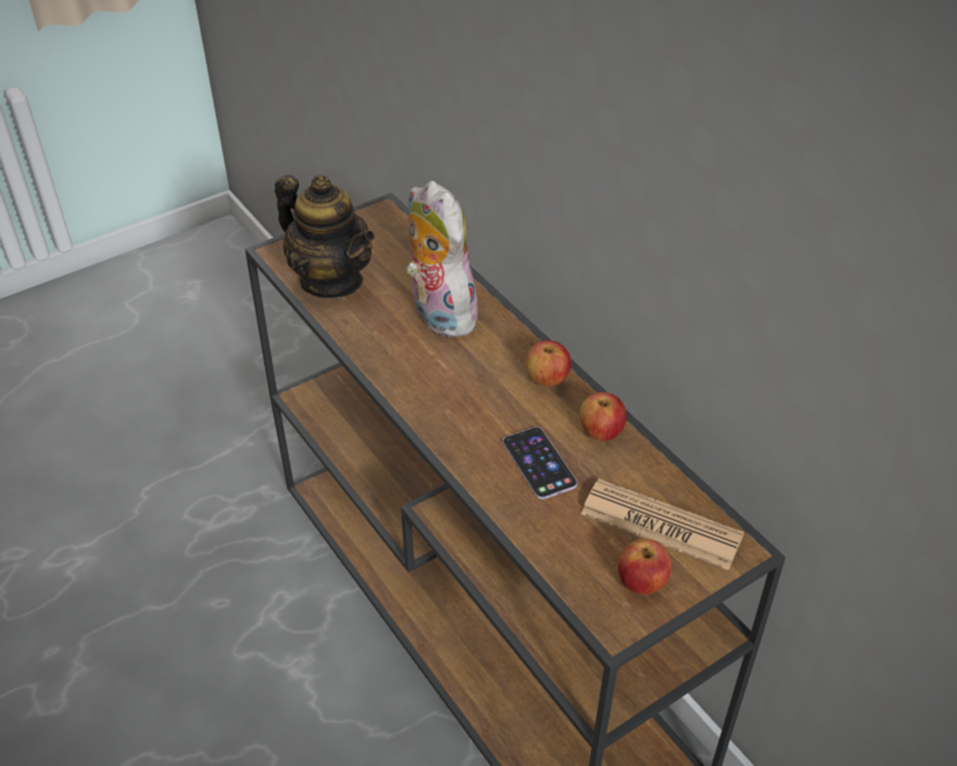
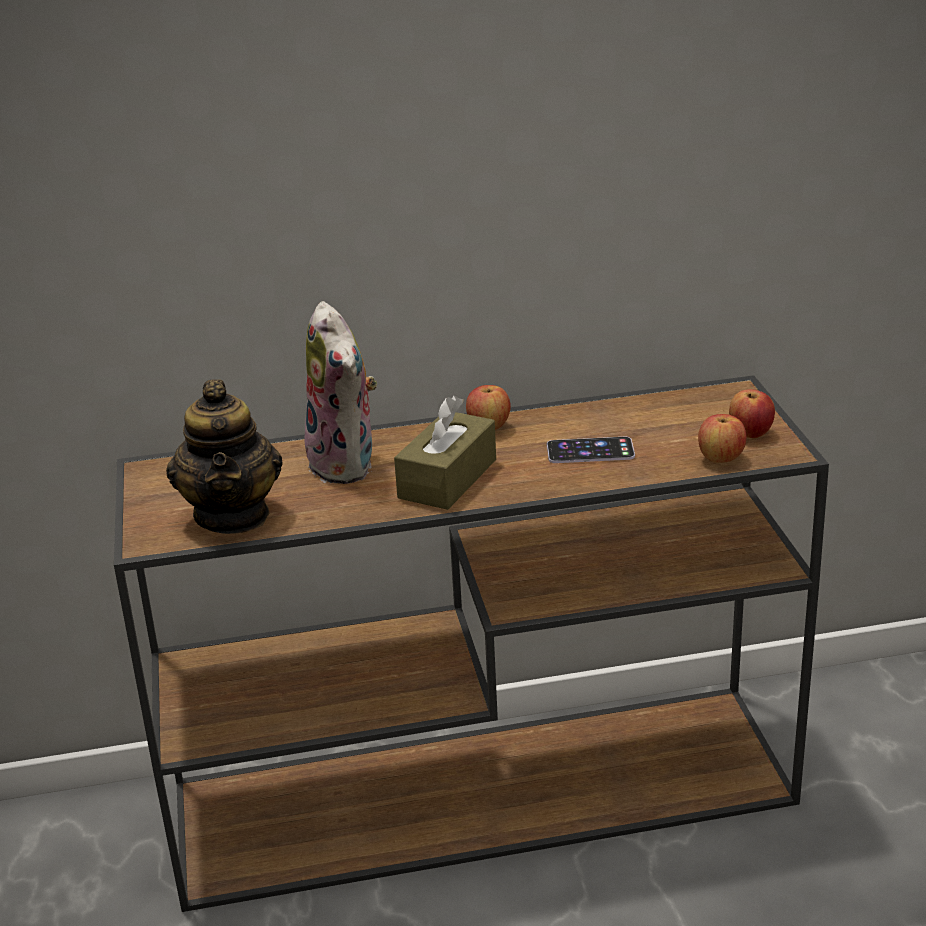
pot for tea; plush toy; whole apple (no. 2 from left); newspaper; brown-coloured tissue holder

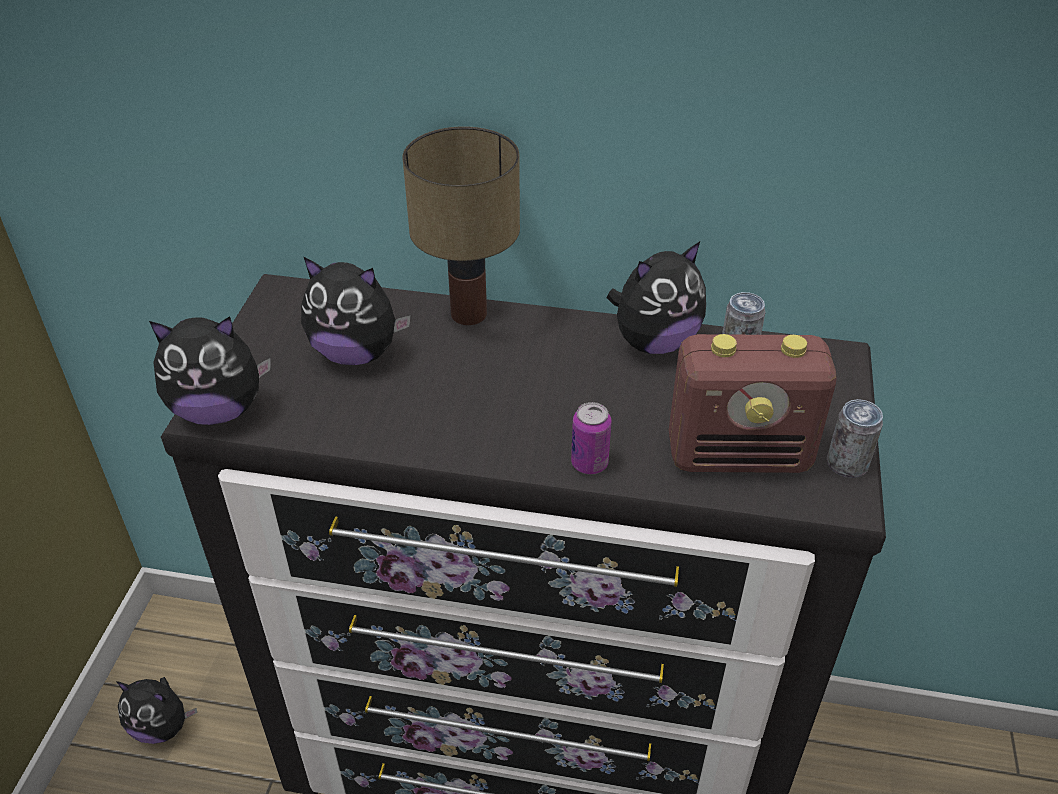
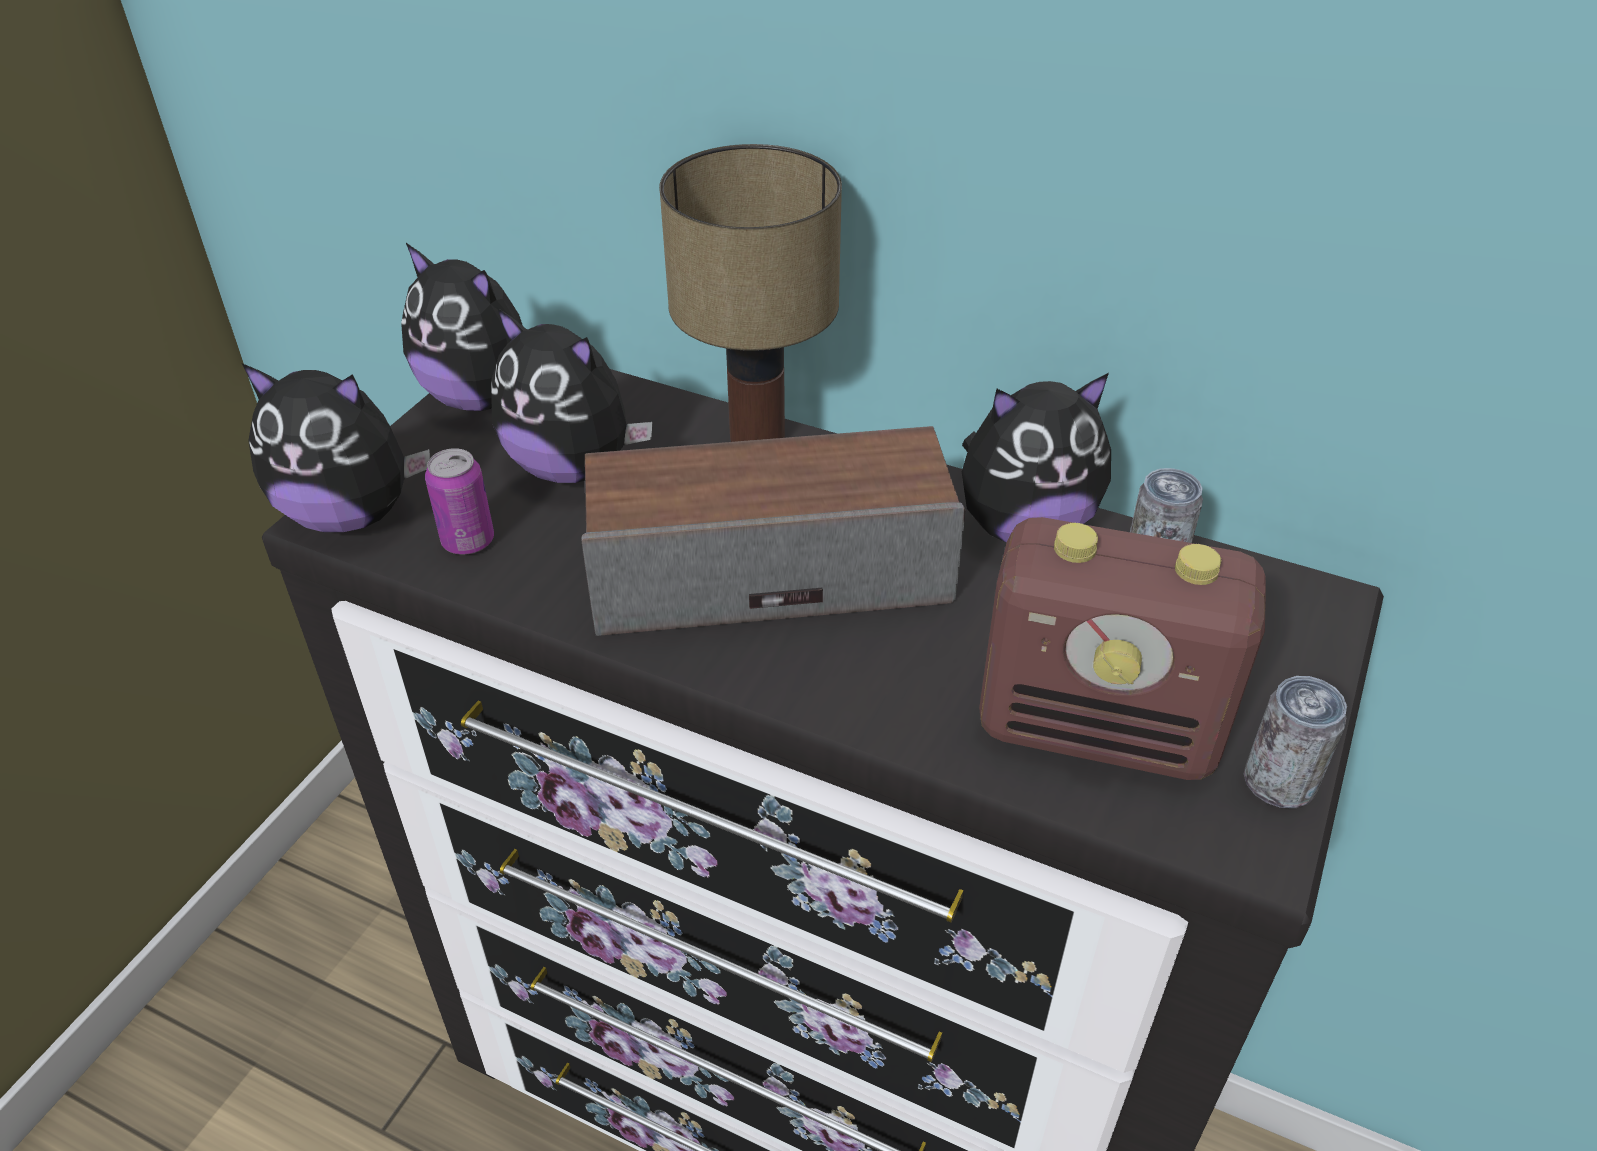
sealed can (no. 1 from left); plush toy (no. 2 from left); loudspeaker

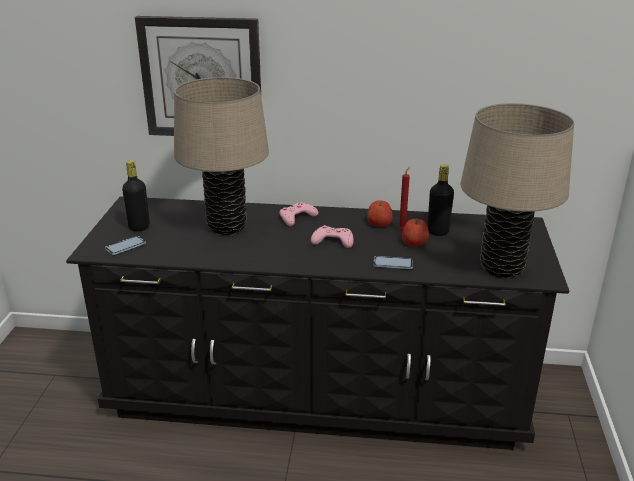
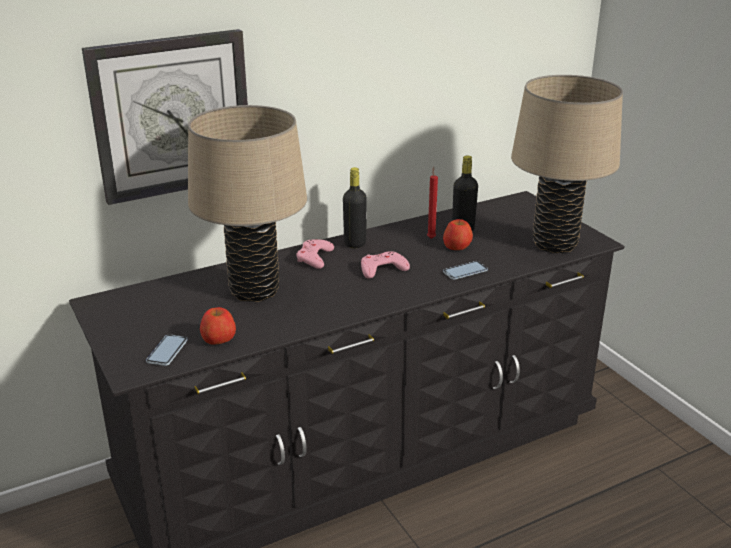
blackish drink bottle (no. 1 from left); whole apple (no. 1 from left)

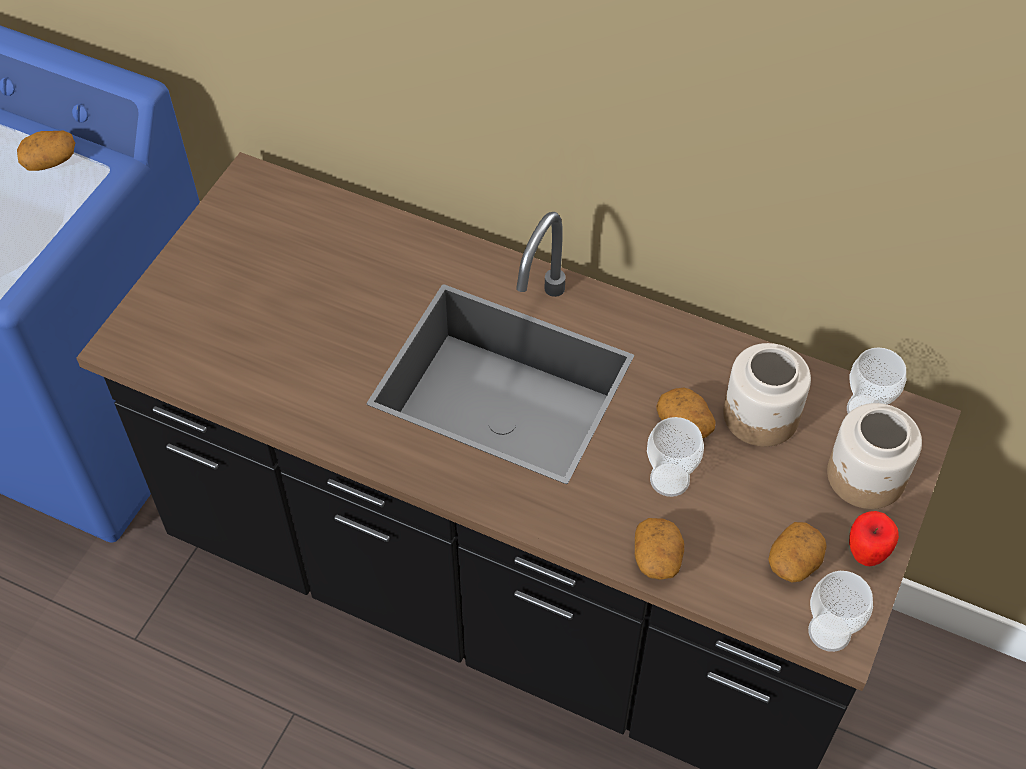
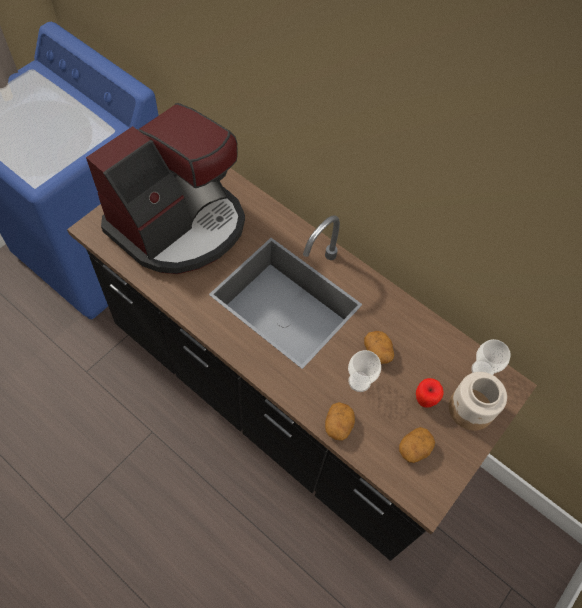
spud (no. 1 from left in the first image); jar (no. 1 from left in the first image); whole apple; drinking cup (no. 2 from left in the first image); coffee machine

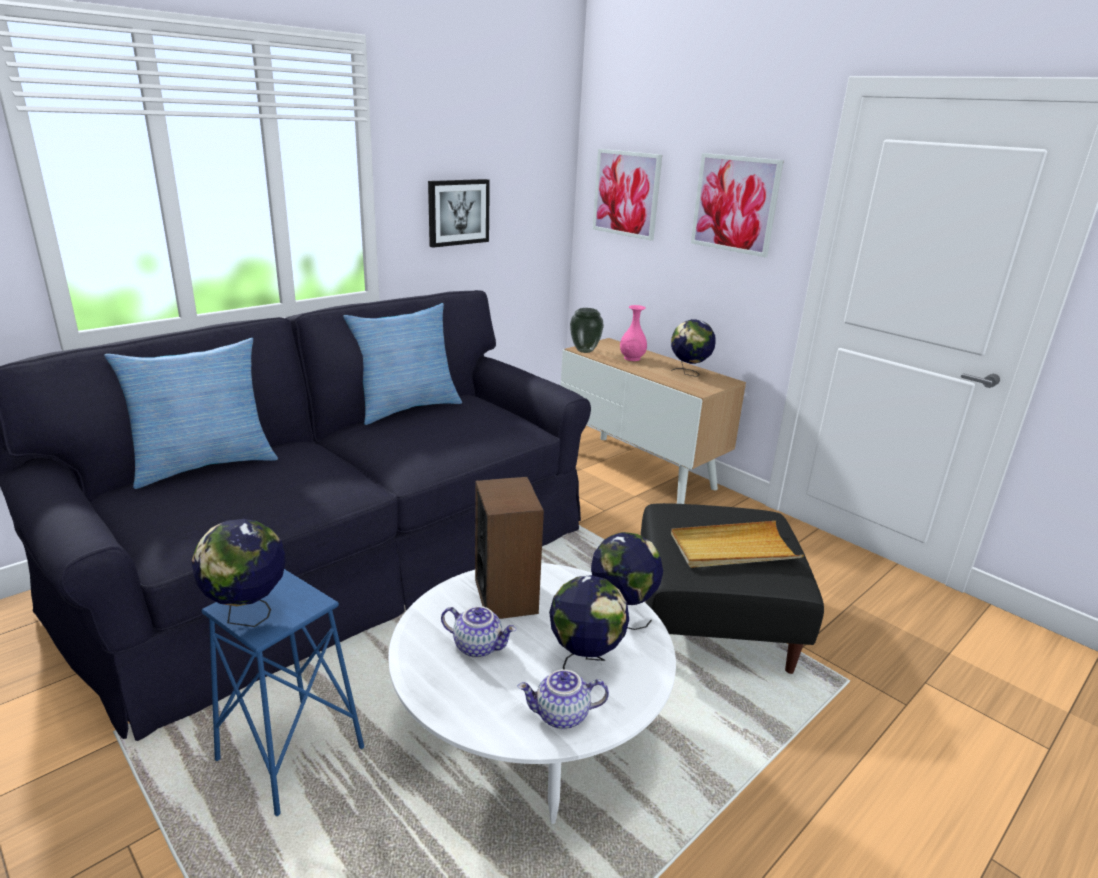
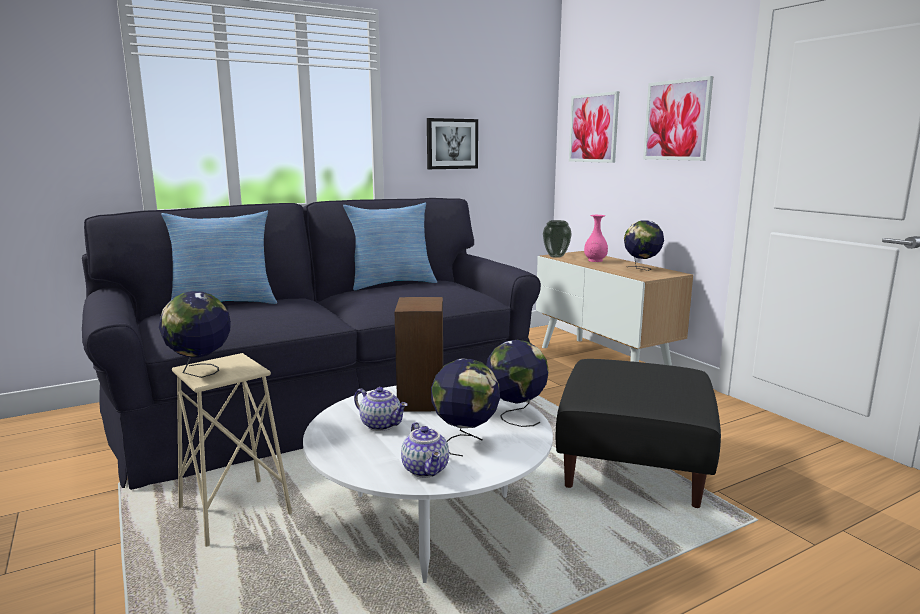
beige tray; beige stool seat; pot for tea (no. 2 from left)

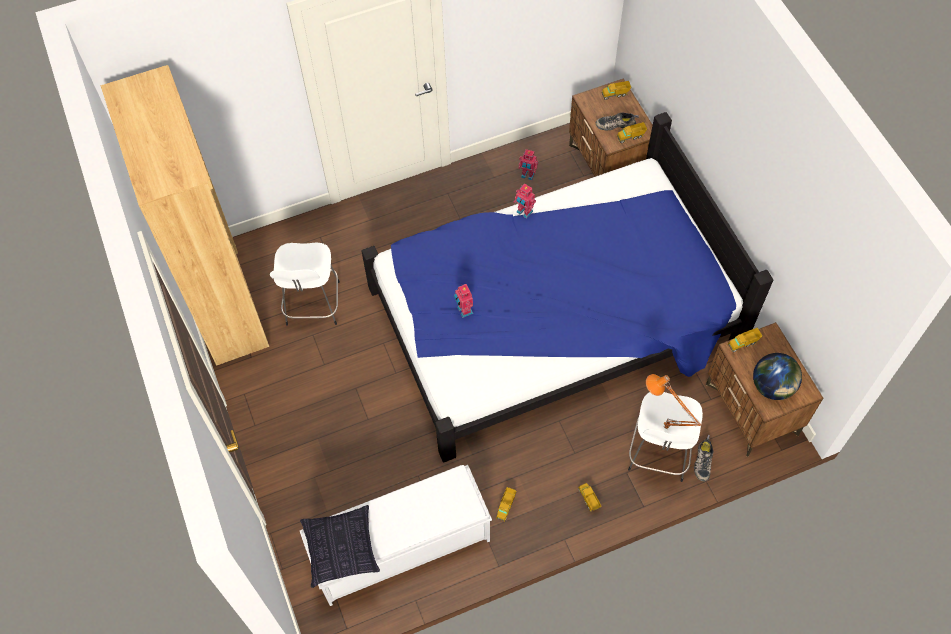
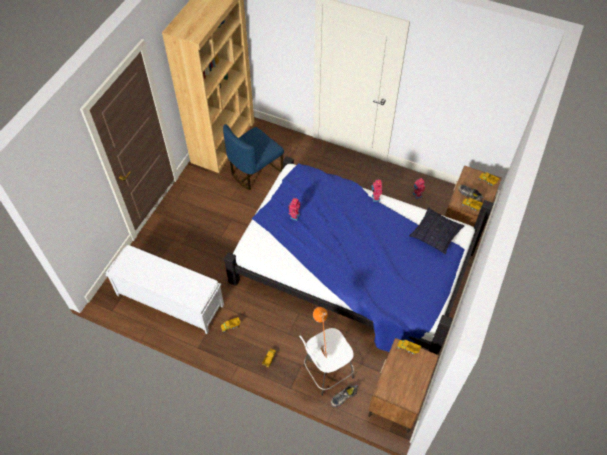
blue-coloured plain chair; desk globe; throw pillow

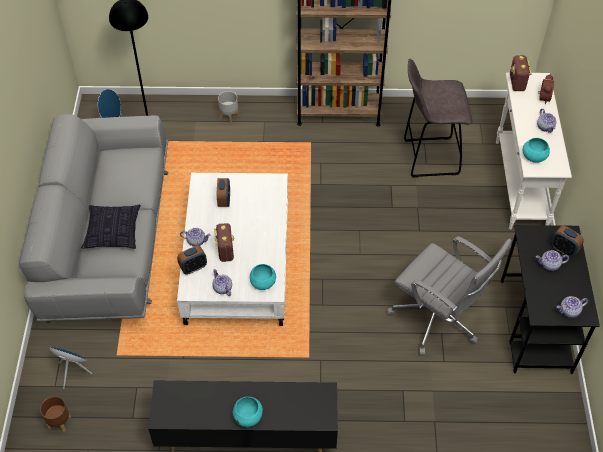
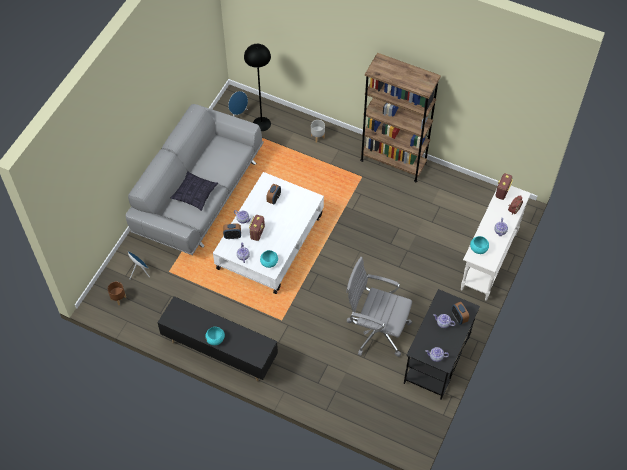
grey stool seat; grey office chair

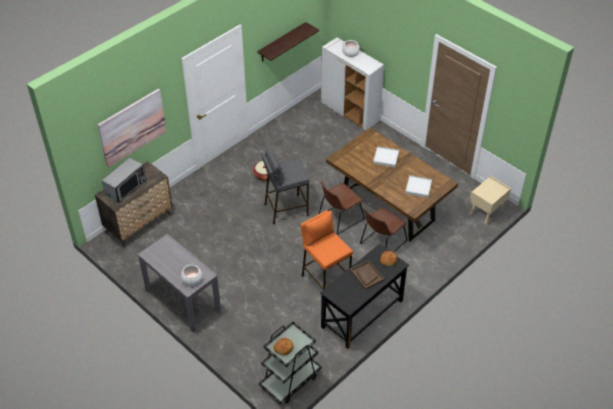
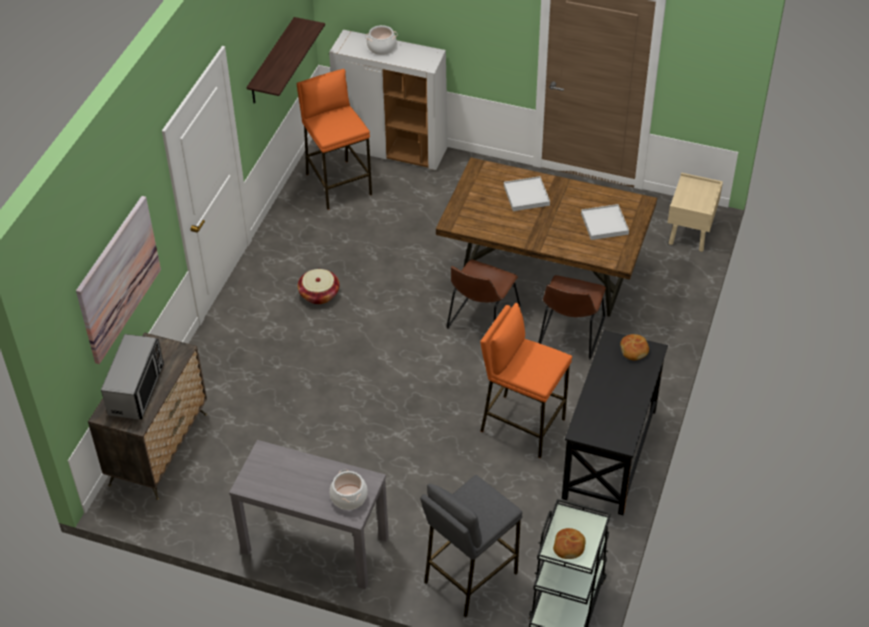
grey stool seat; brown-coloured tray; orange-coloured stool seat (no. 1 from left)

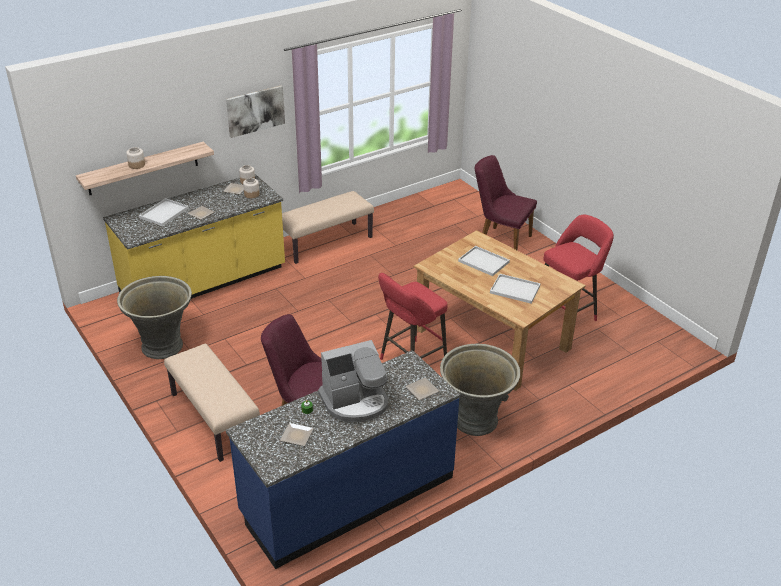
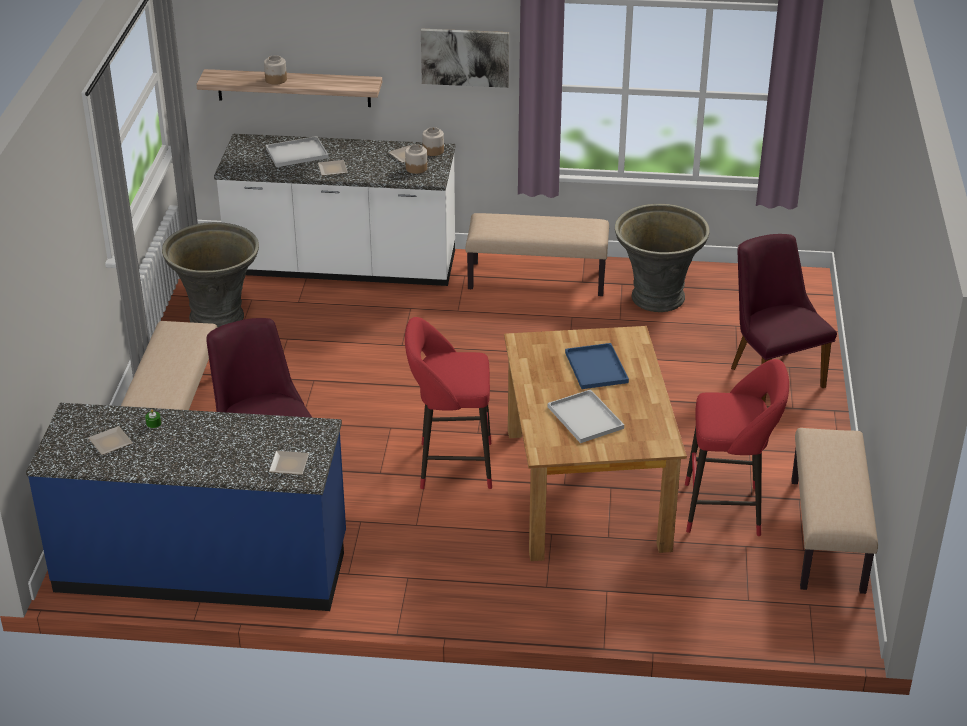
white-coloured counter; blue-coloured tray; coffee machine; grey flower pot (no. 2 from left); beige bench (no. 3 from left)

